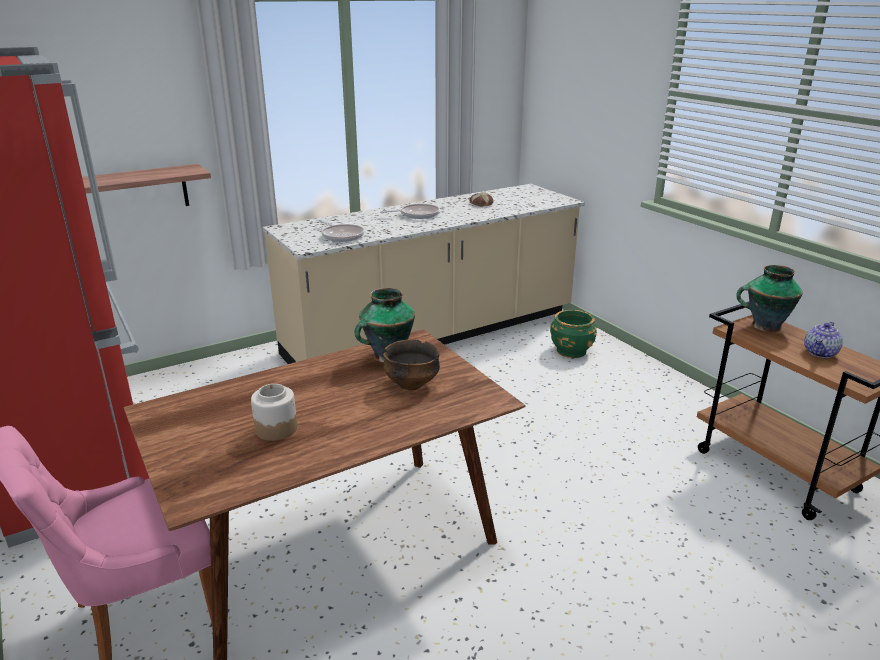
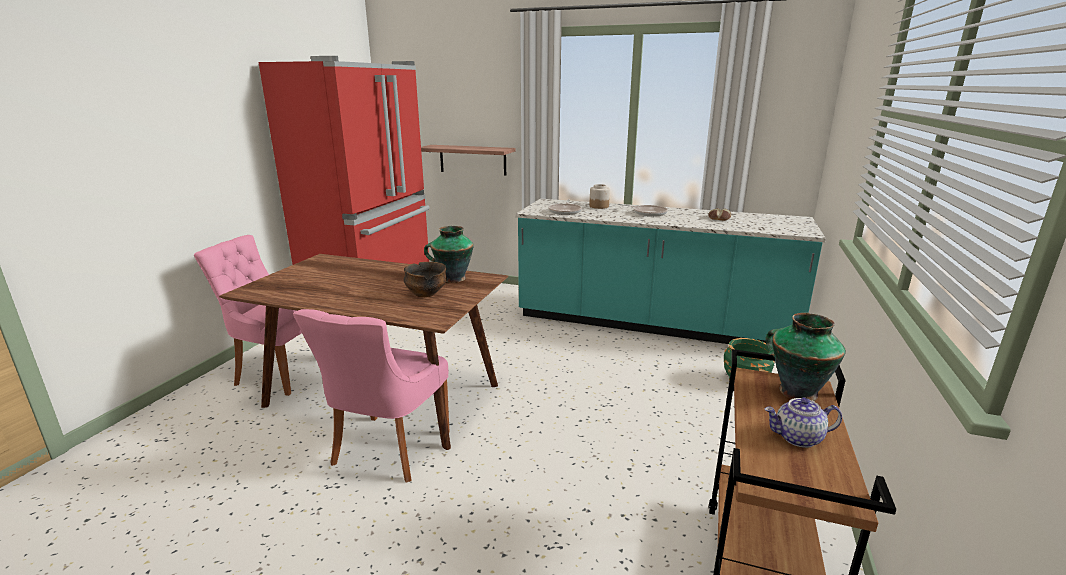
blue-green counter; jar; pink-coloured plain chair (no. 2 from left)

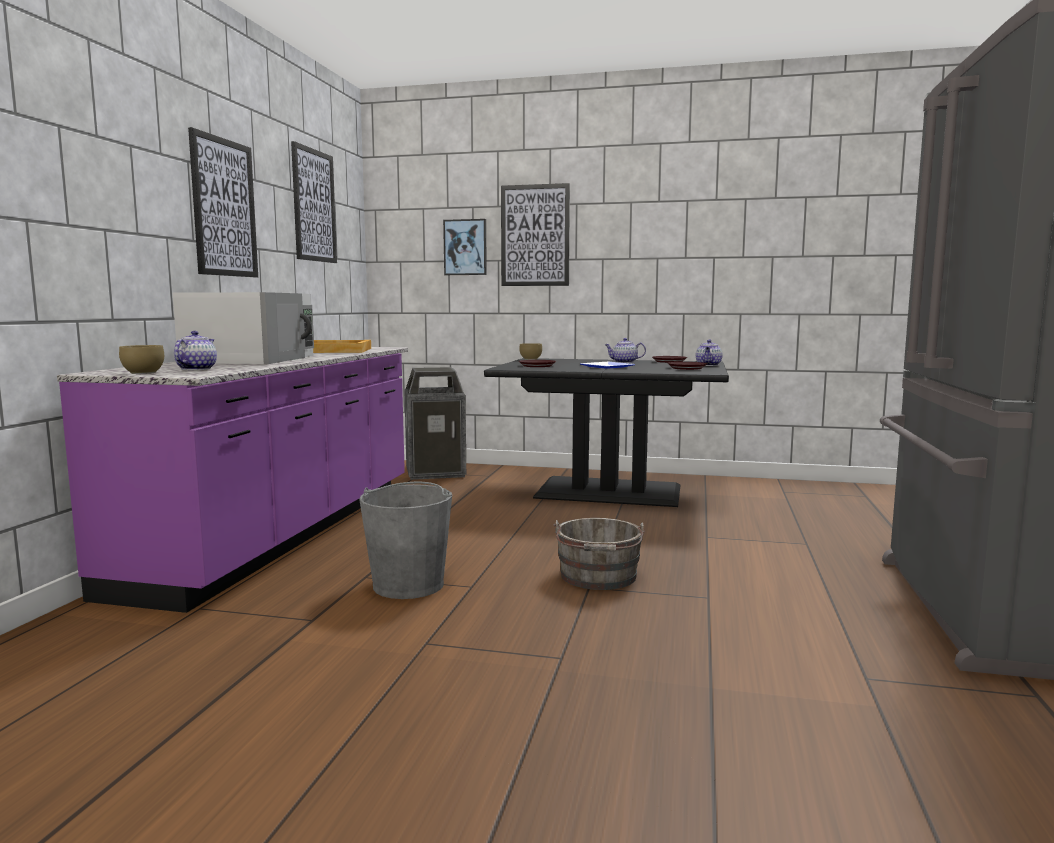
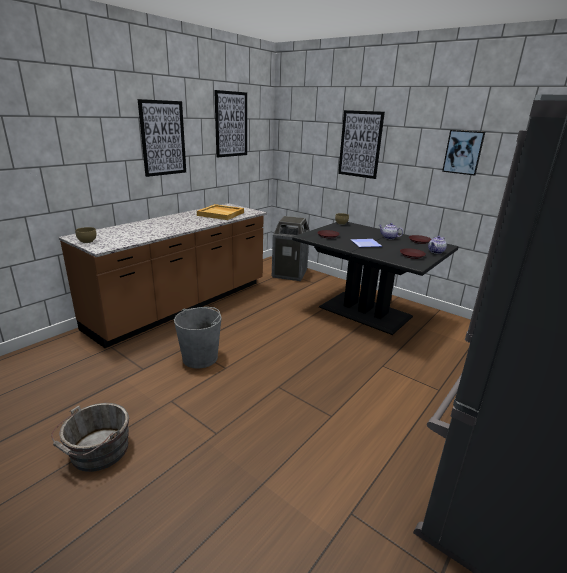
picture (no. 4 from left); white-coloured microwave oven; pot for tea (no. 1 from left in the first image); brown-coloured counter; grey bucket (no. 1 from left)

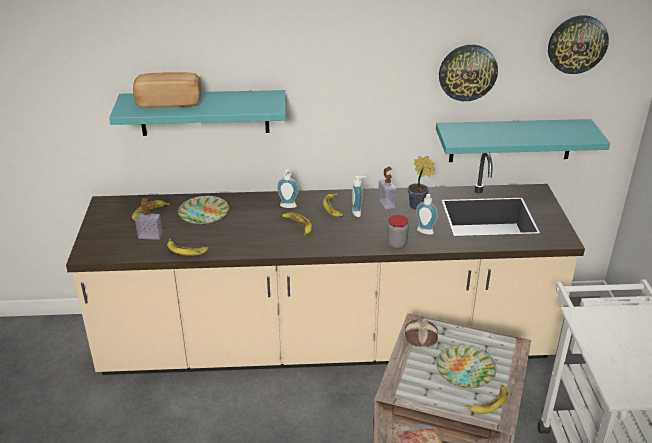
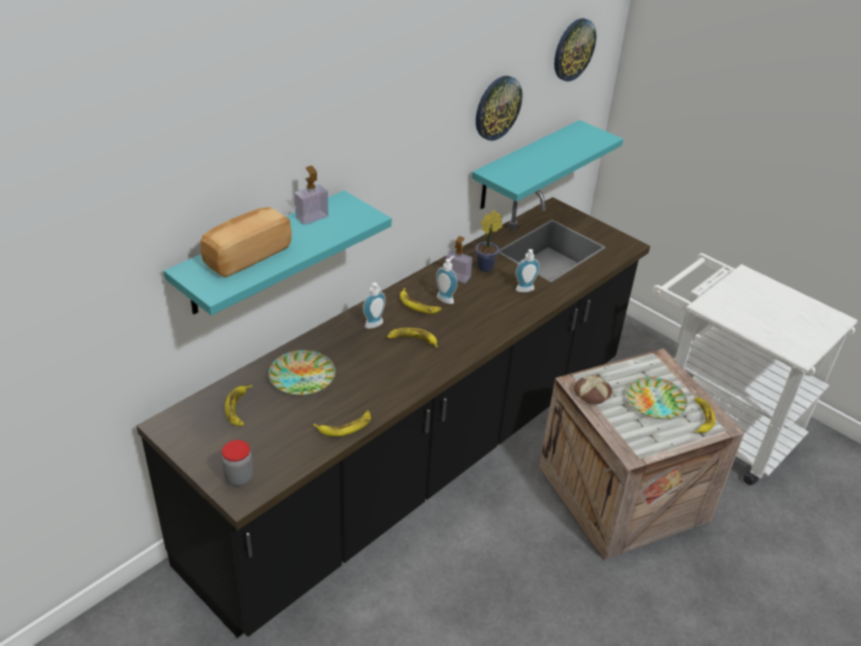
blackish counter; soap dispenser (no. 1 from left); jar

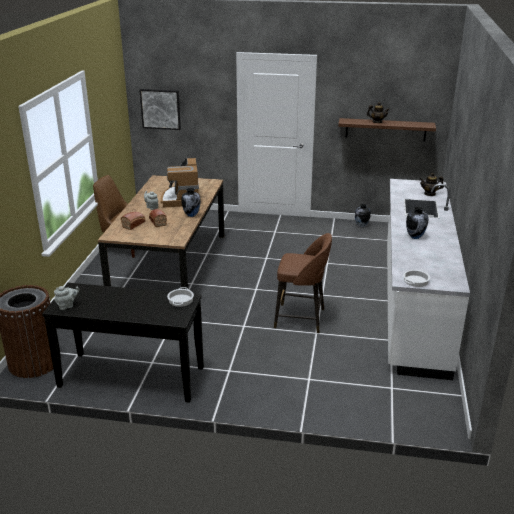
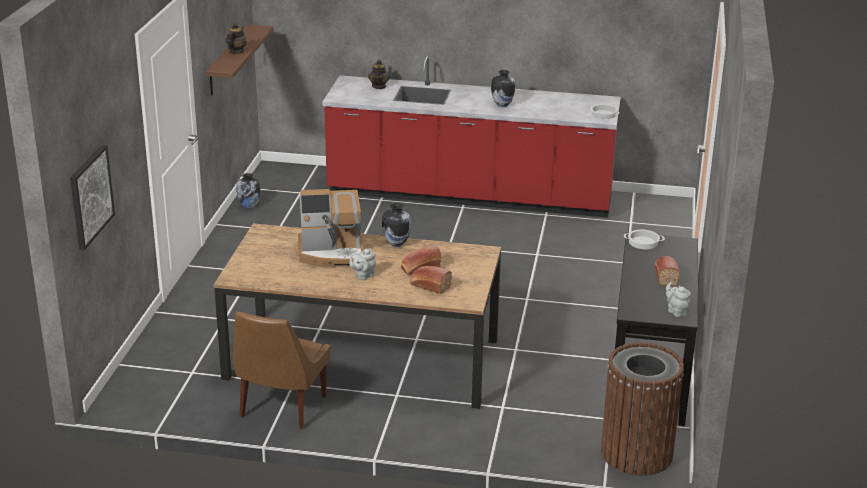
red counter; brown-coloured stool seat; bread (no. 3 from left)

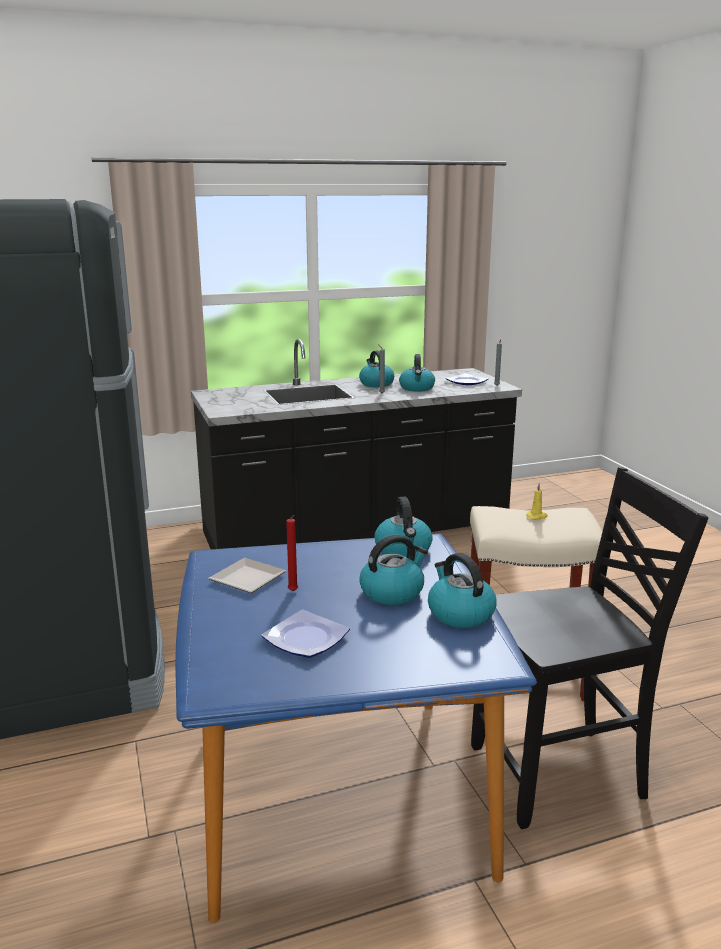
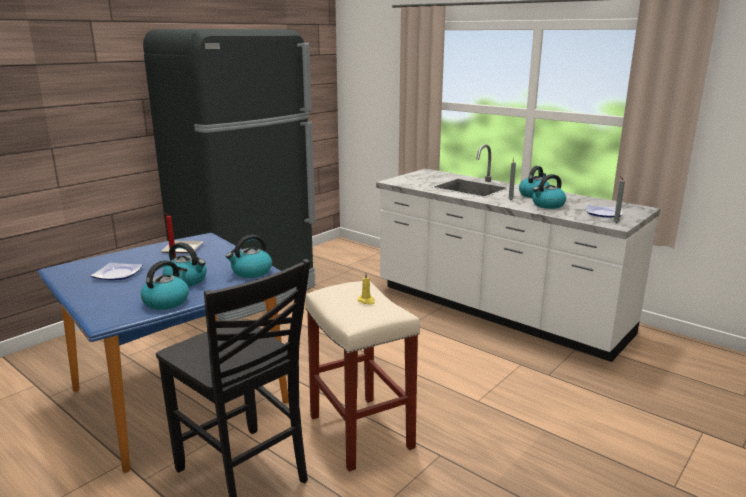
white-coloured counter

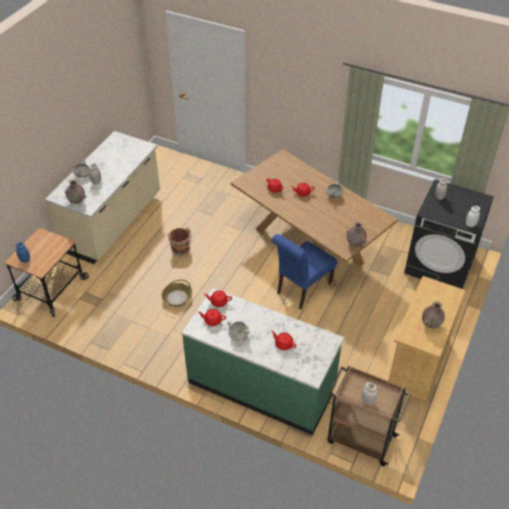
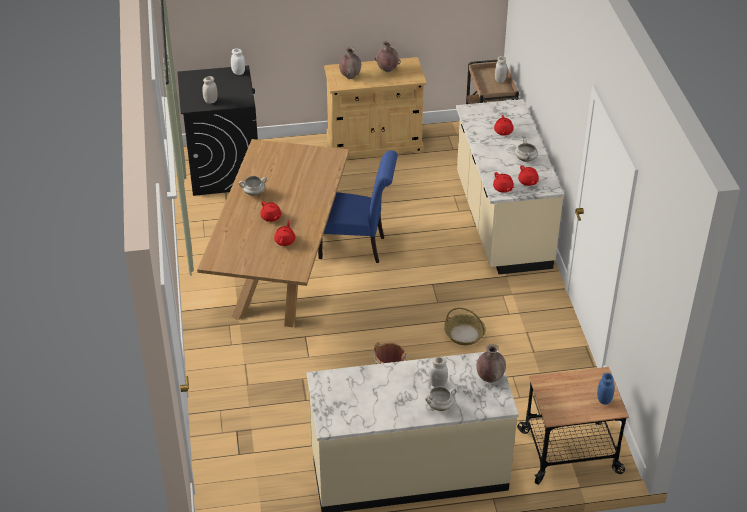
brown-coloured decorative vase (no. 1 from left); beige counter (no. 2 from left)

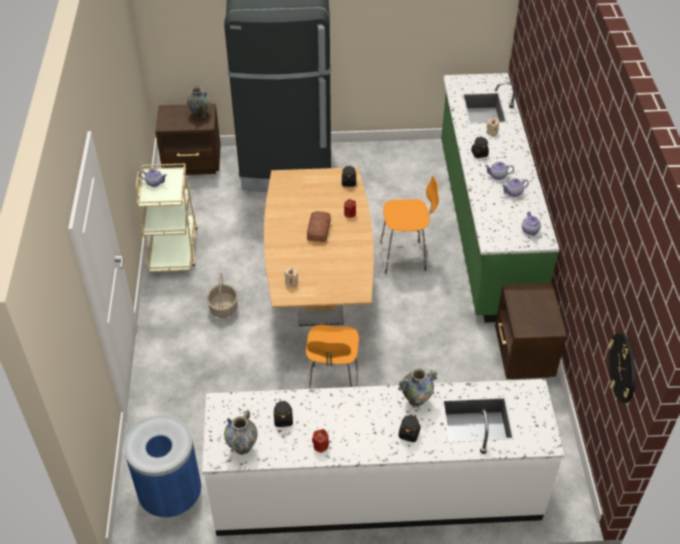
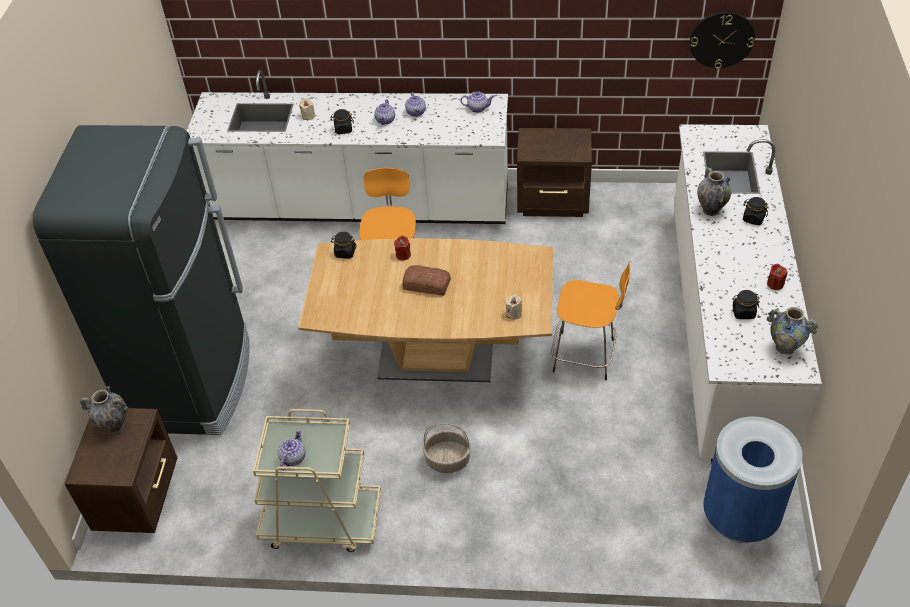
white-coloured counter (no. 1 from left)

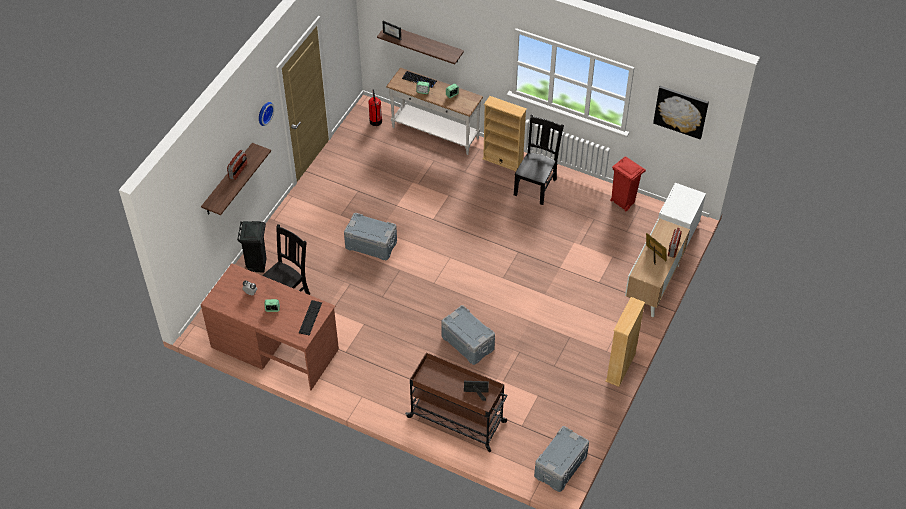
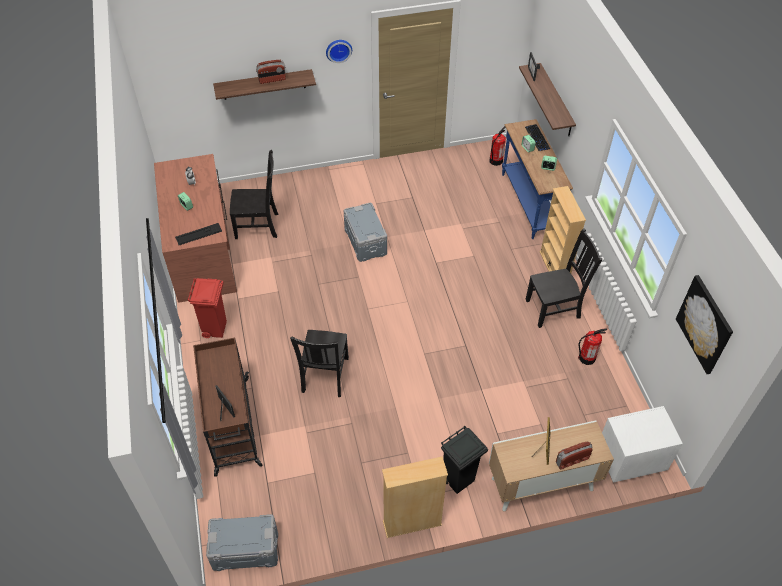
blue-coloured narrow table; red trash can; blackish trash can; blackish plain chair (no. 2 from left); extinguisher (no. 2 from left)

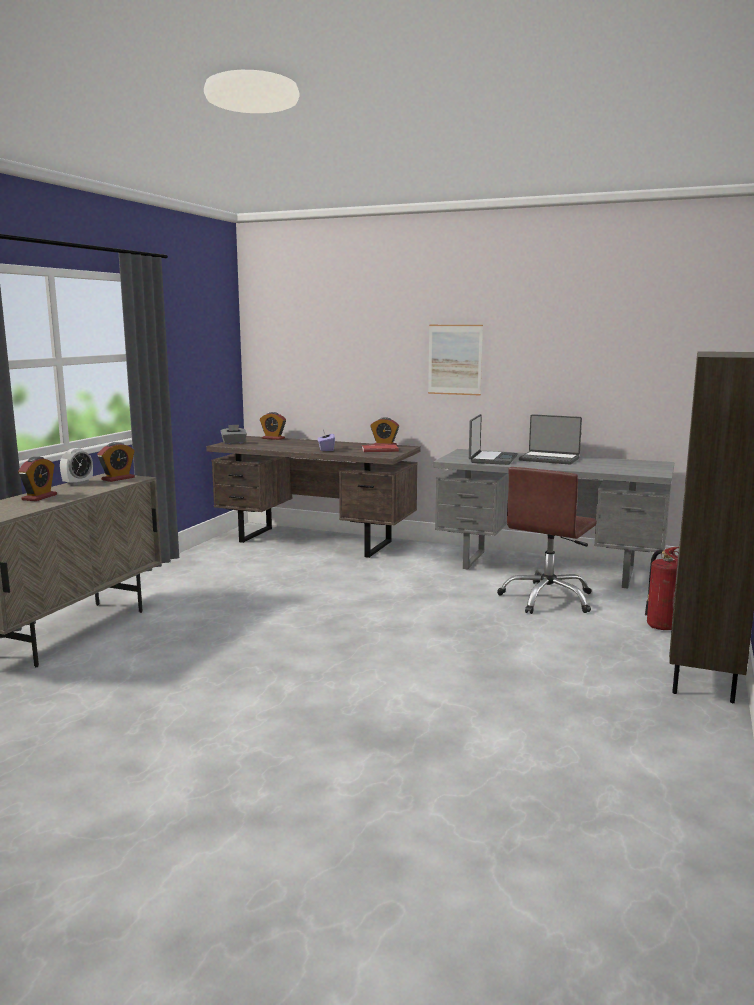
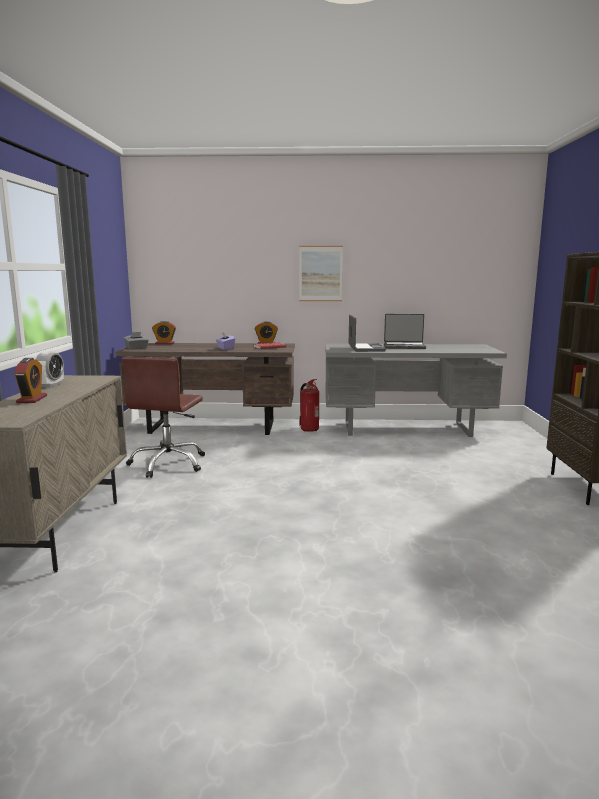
table clock (no. 3 from left in the first image); brown-coloured office chair; extinguisher

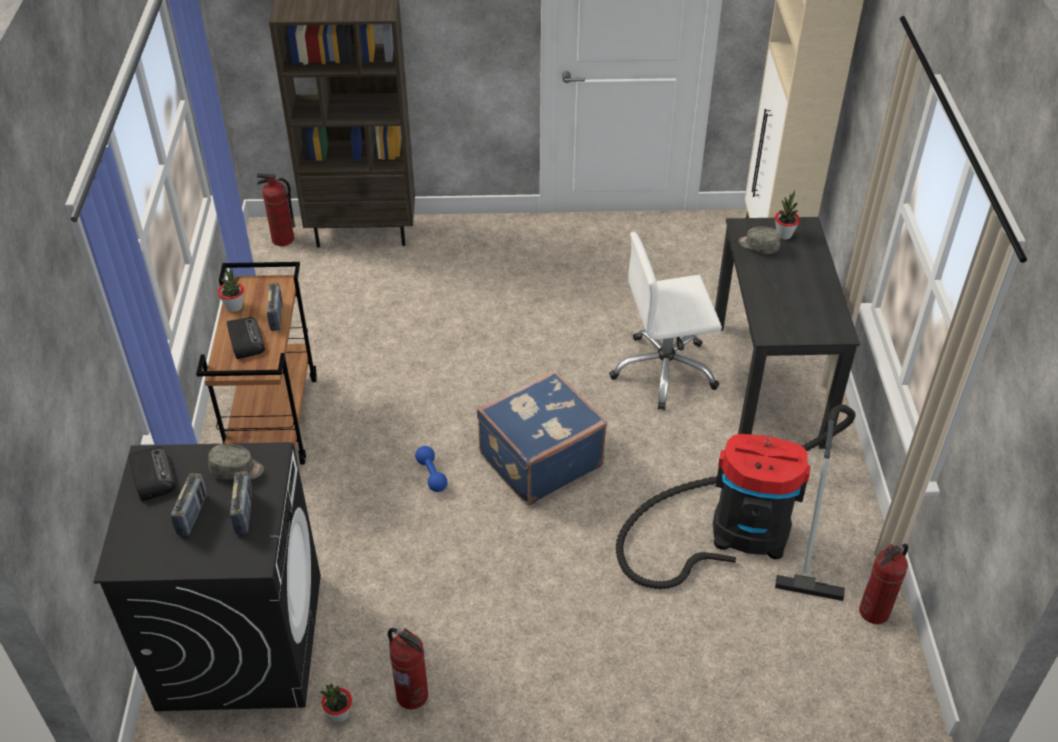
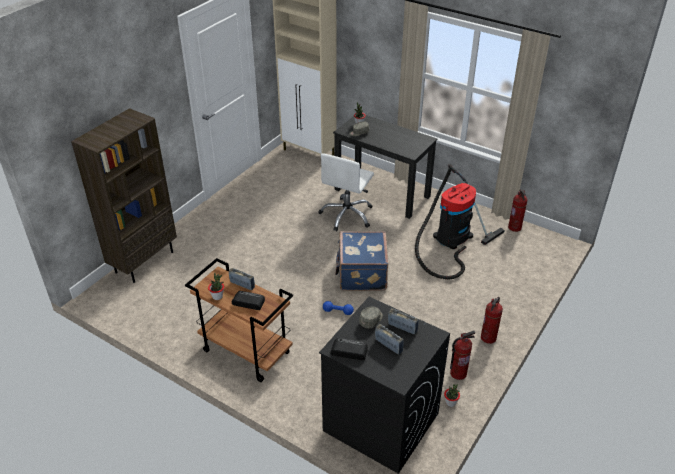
extinguisher (no. 2 from left)

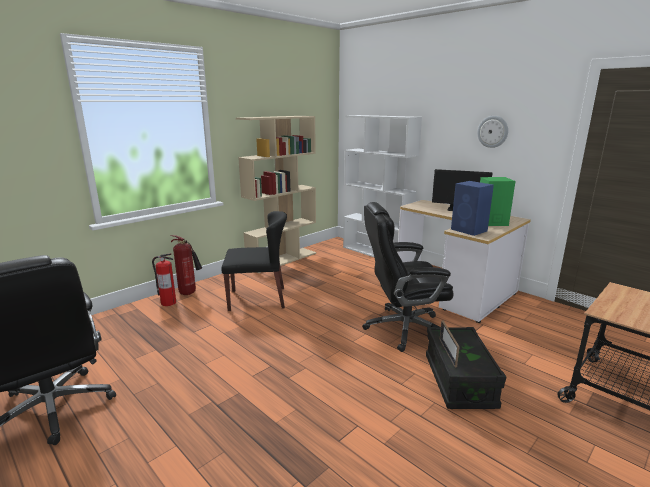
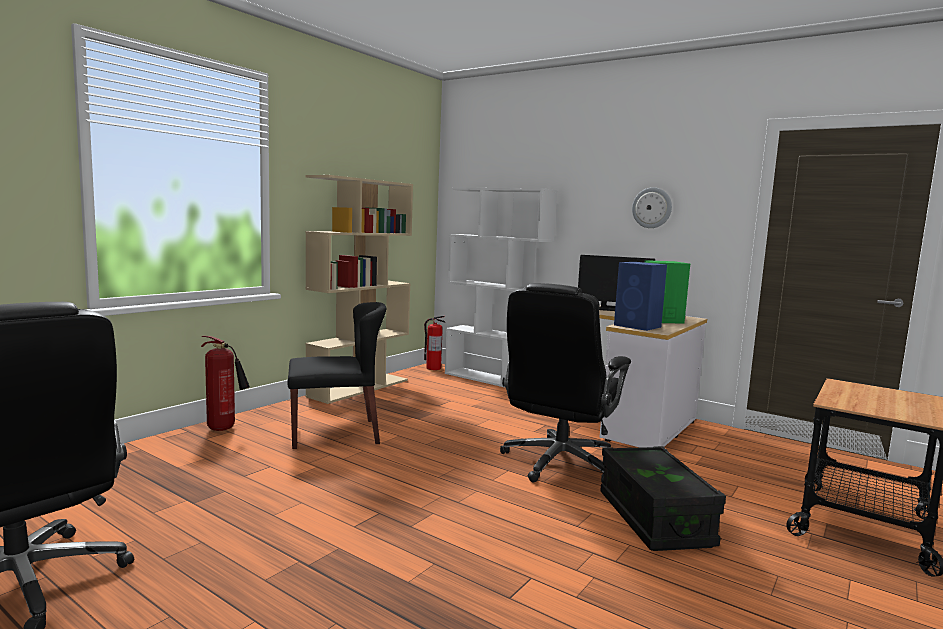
blackish office chair (no. 2 from left); extinguisher (no. 2 from left); picture frame

